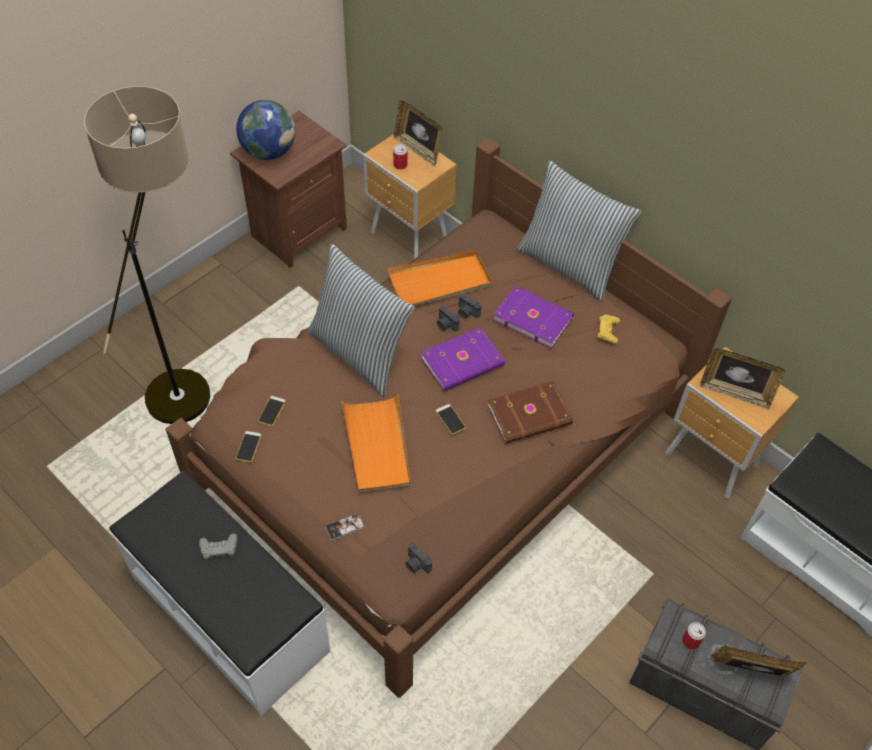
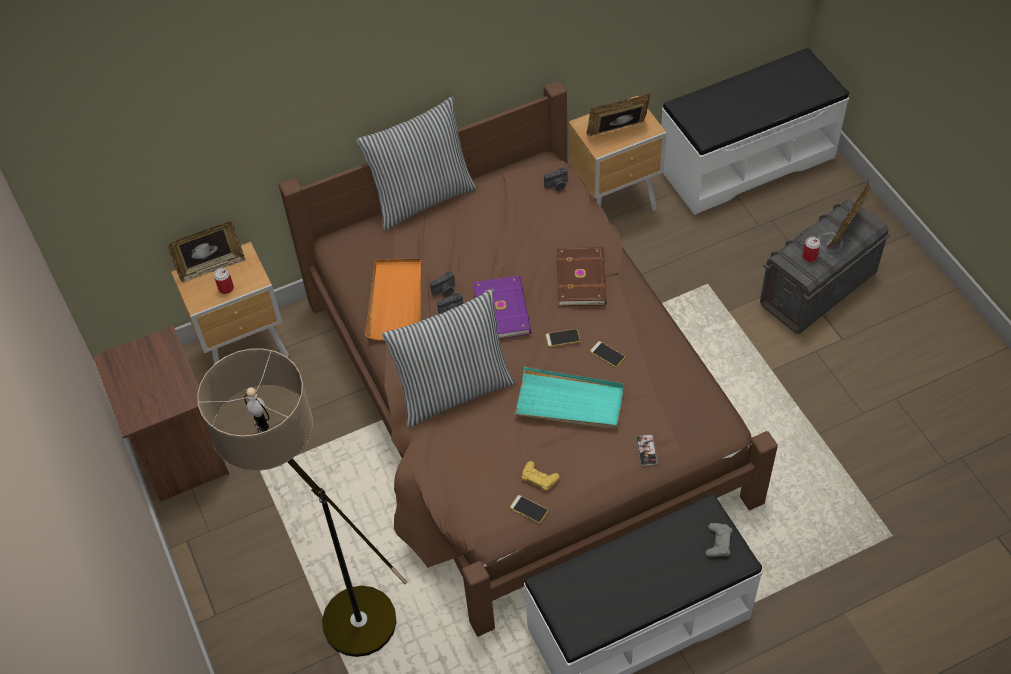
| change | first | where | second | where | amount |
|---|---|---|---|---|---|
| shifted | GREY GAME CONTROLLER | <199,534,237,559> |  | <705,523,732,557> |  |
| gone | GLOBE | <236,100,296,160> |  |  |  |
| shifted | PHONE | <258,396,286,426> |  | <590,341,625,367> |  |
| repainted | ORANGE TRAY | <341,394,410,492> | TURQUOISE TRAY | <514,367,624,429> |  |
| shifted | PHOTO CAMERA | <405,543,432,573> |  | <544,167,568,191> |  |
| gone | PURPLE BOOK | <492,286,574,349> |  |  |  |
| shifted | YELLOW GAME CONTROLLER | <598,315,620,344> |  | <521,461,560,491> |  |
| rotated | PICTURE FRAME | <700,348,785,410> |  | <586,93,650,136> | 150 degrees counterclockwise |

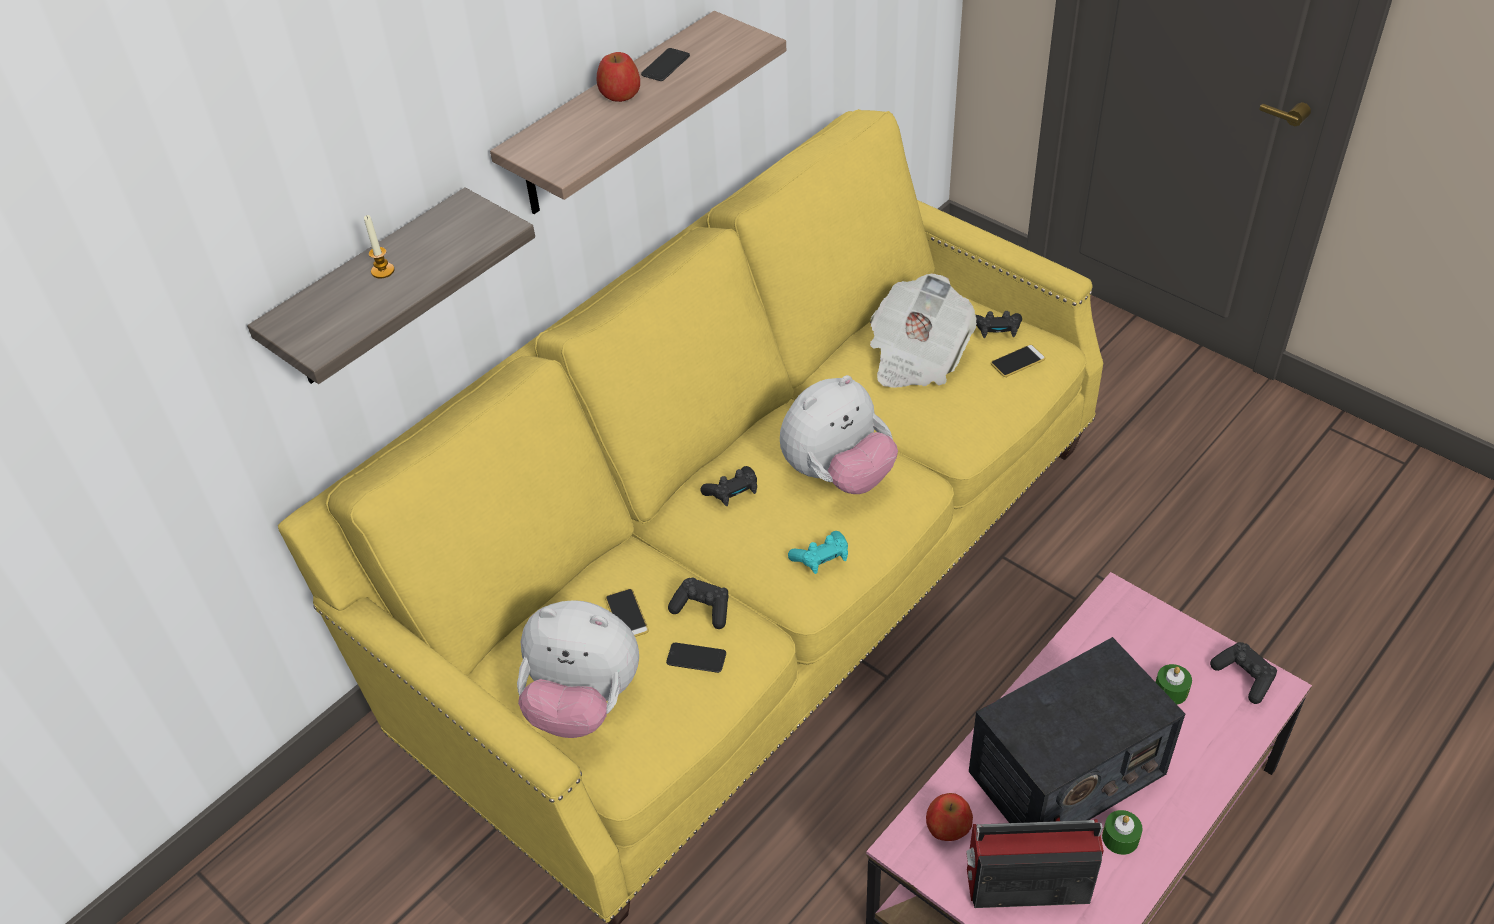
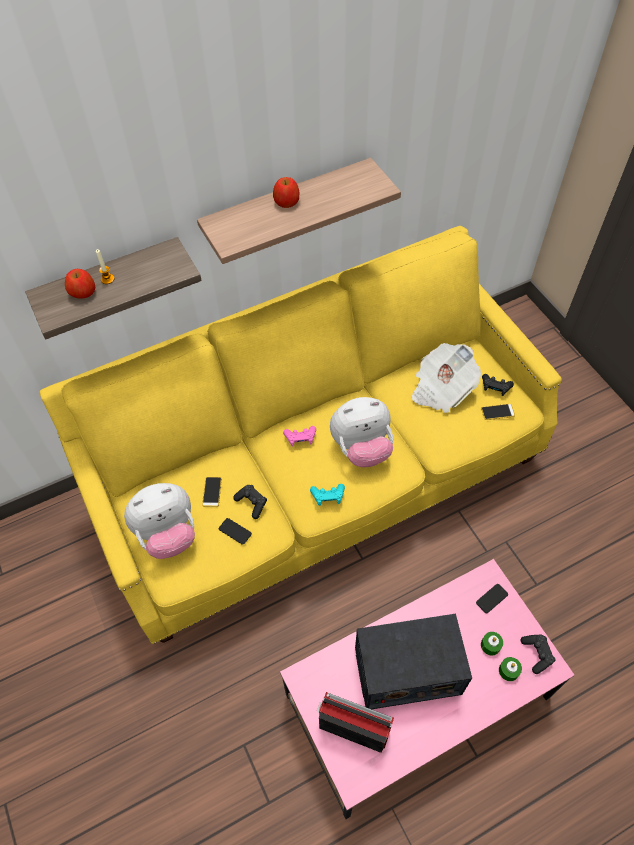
| change | first | where | second | where | amount |
|---|---|---|---|---|---|
| rotated | PLUSH TOY | <517,600,639,738> |  | <124,483,195,559> | 60 degrees counterclockwise |
| shifted | PHONE | <641,48,690,81> |  | <476,584,508,613> |  |
| repainted | BLACK GAME CONTROLLER | <700,466,757,506> | PINK GAME CONTROLLER | <283,426,316,447> |  |
| shifted | APPLE | <926,793,973,841> |  | <65,269,95,298> |  |
| shifted | GREEN CANDLE | <1102,810,1143,855> |  | <499,657,522,681> |  |

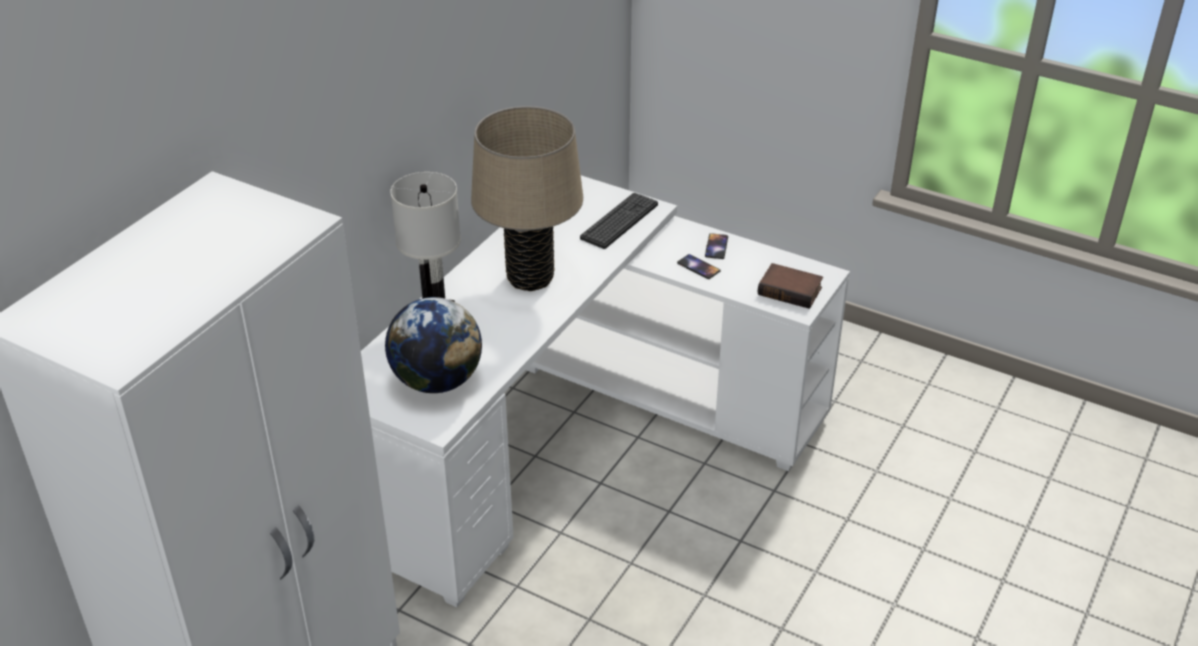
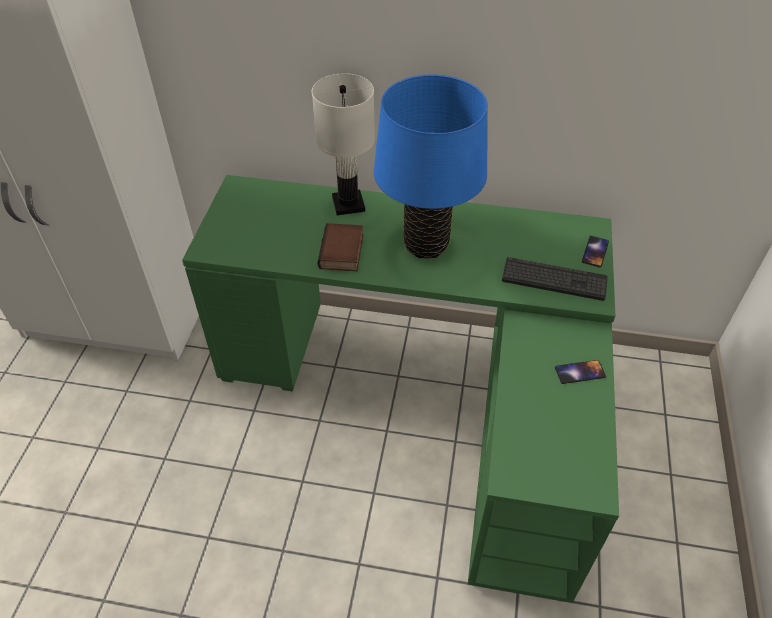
| change | first | where | second | where | amount |
|---|---|---|---|---|---|
| repainted | WHITE DESK | <361,176,850,608> | GREEN DESK | <182,175,619,603> |  |
| gone | GLOBE | <385,297,482,393> |  |  |  |
| repainted | BEIGE TABLE LAMP | <471,106,583,291> | BLUE TABLE LAMP | <374,74,488,259> |  |
| shifted | PHONE | <677,254,721,279> |  | <582,236,609,267> |  |
| shifted | BOOK | <758,263,823,309> |  | <317,223,363,272> |  |

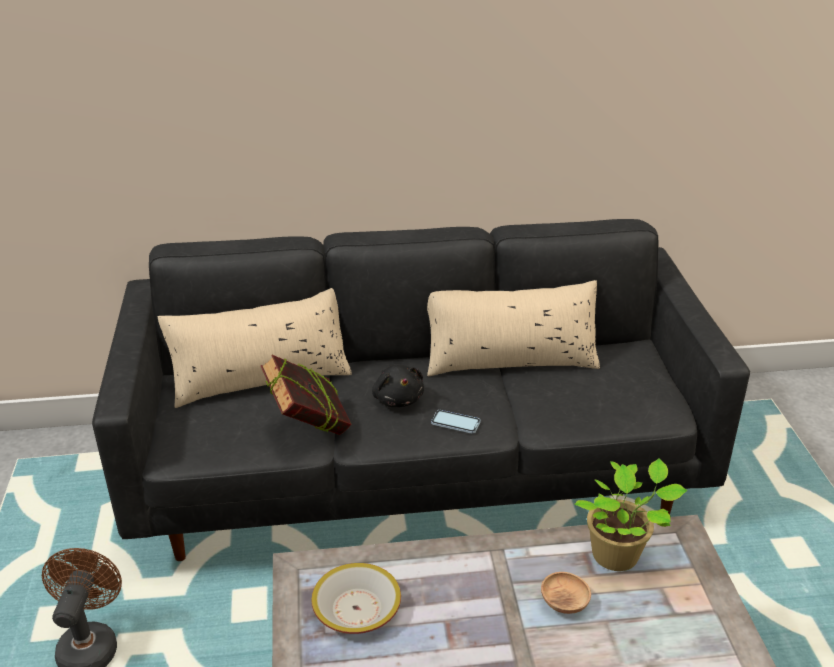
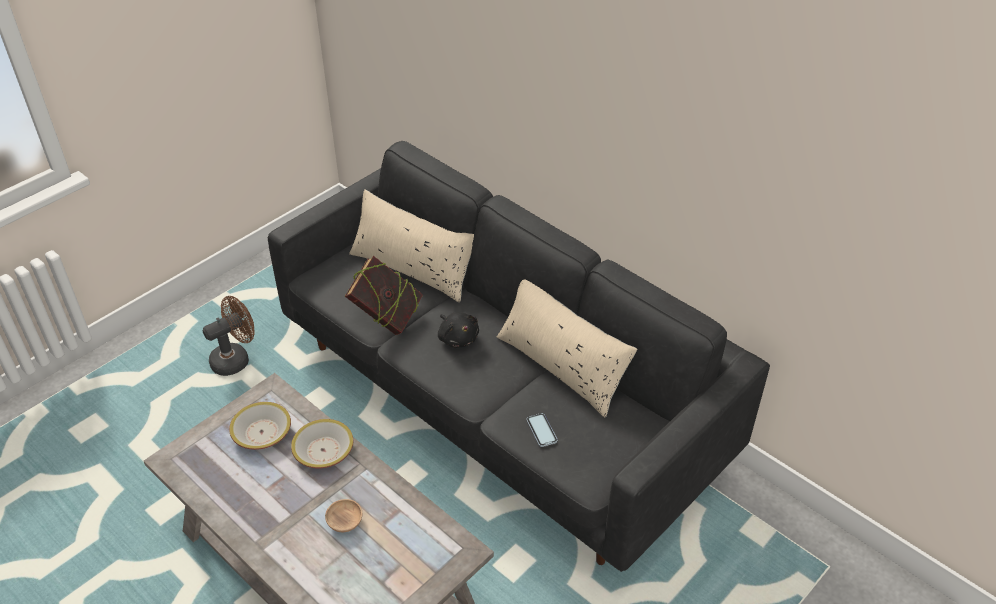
| change | first | where | second | where | amount |
|---|---|---|---|---|---|
| rotated | BLACK PLUSH TOY | <372,364,424,407> |  | <438,312,479,348> | 60 degrees counterclockwise |
| shifted | PHONE | <431,410,481,434> |  | <526,413,558,447> |  |
| gone | POTTED PLANT | <574,458,687,571> |  |  |  |
| new |  |  | BOWL | <291,419,354,468> |  |

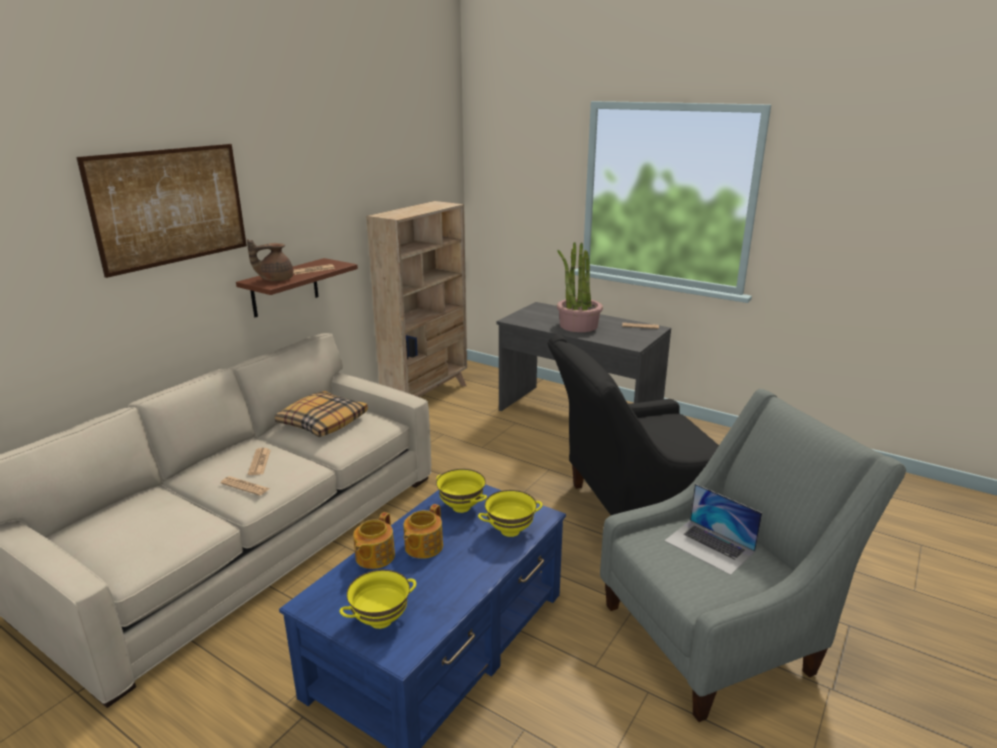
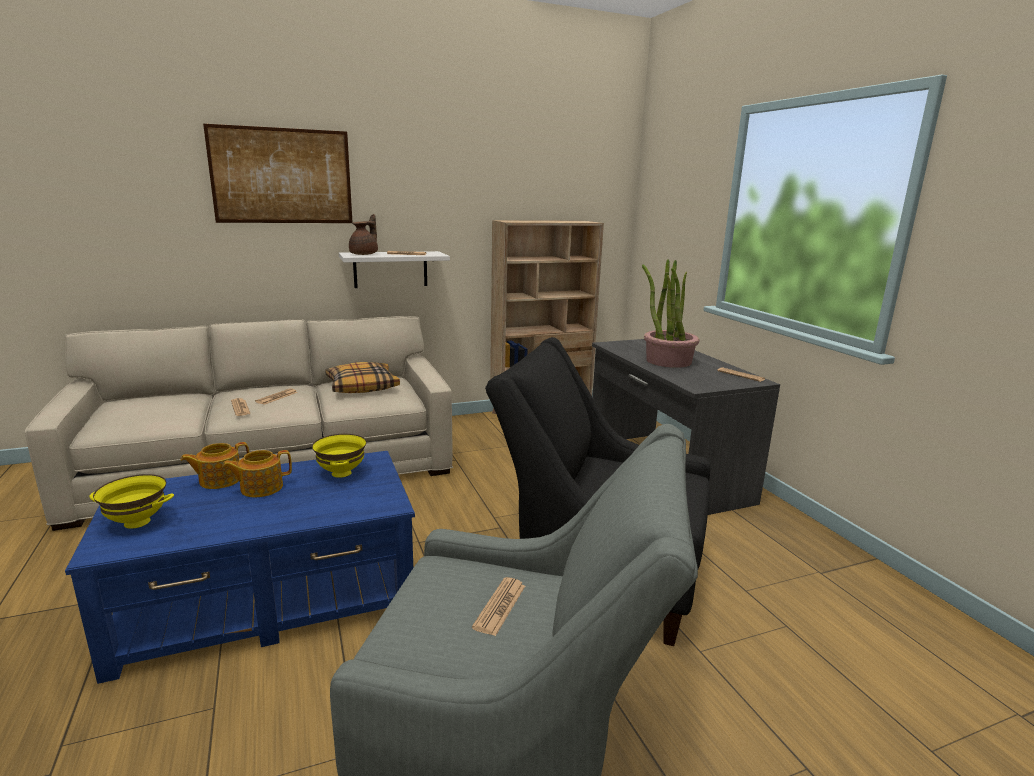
| change | first | where | second | where | amount |
|---|---|---|---|---|---|
| repainted | BROWN SHELF | <236,258,358,317> | WHITE SHELF | <339,251,450,288> |  |
| rotated | BROWN TEAPOT | <247,239,294,281> |  | <349,214,378,255> | 105 degrees clockwise |
| gone | YELLOW BOWL | <478,490,543,537> |  |  |  |
| swapped | LAPTOP | <664,484,762,575> | NEWSPAPER | <472,577,525,636> |  |

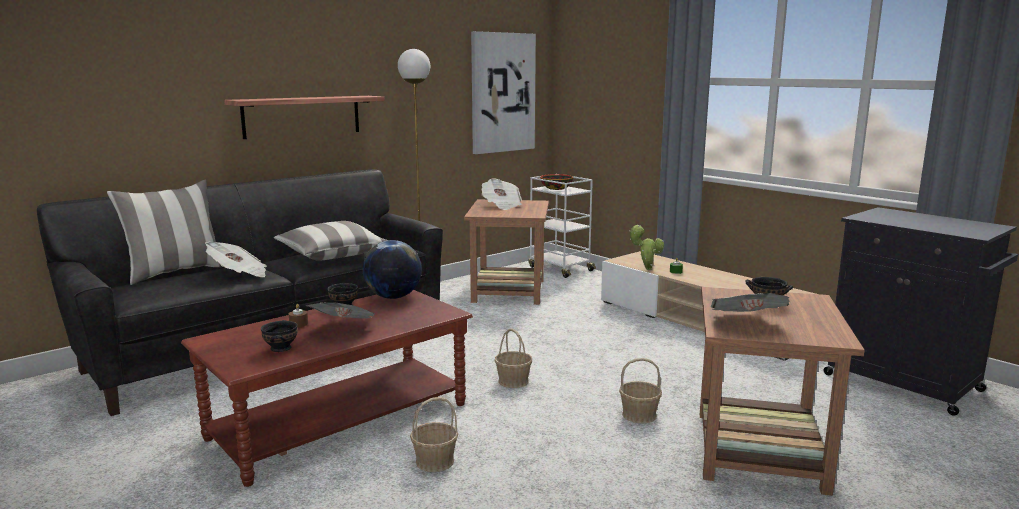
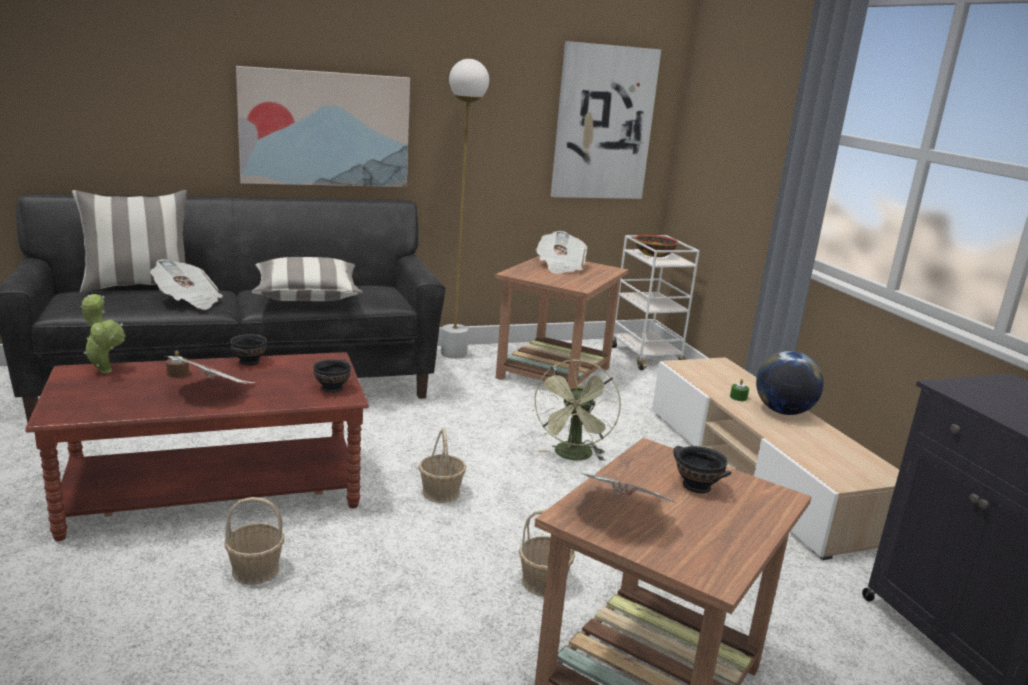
| change | first | where | second | where | amount |
|---|---|---|---|---|---|
| swapped | SHELF | <224,96,385,139> | PICTURE | <236,66,410,187> |  |
| shifted | BLACK BOWL | <261,320,298,352> |  | <313,359,351,393> |  |
| shifted | GLOBE | <363,240,422,299> |  | <756,351,824,415> |  |
| shifted | POTTED PLANT | <629,225,664,270> |  | <81,294,126,373> |  |
| new |  |  | GREEN FAN | <532,360,621,461> |  |

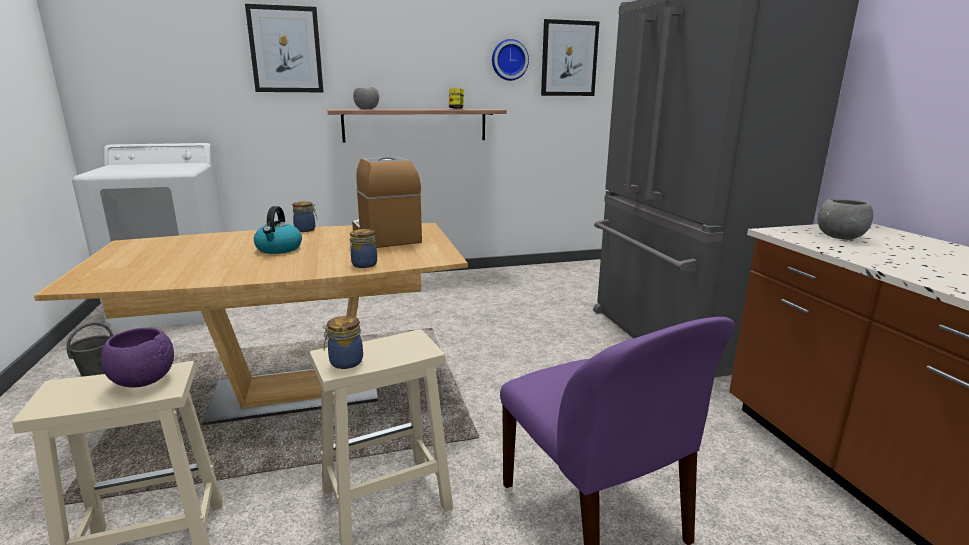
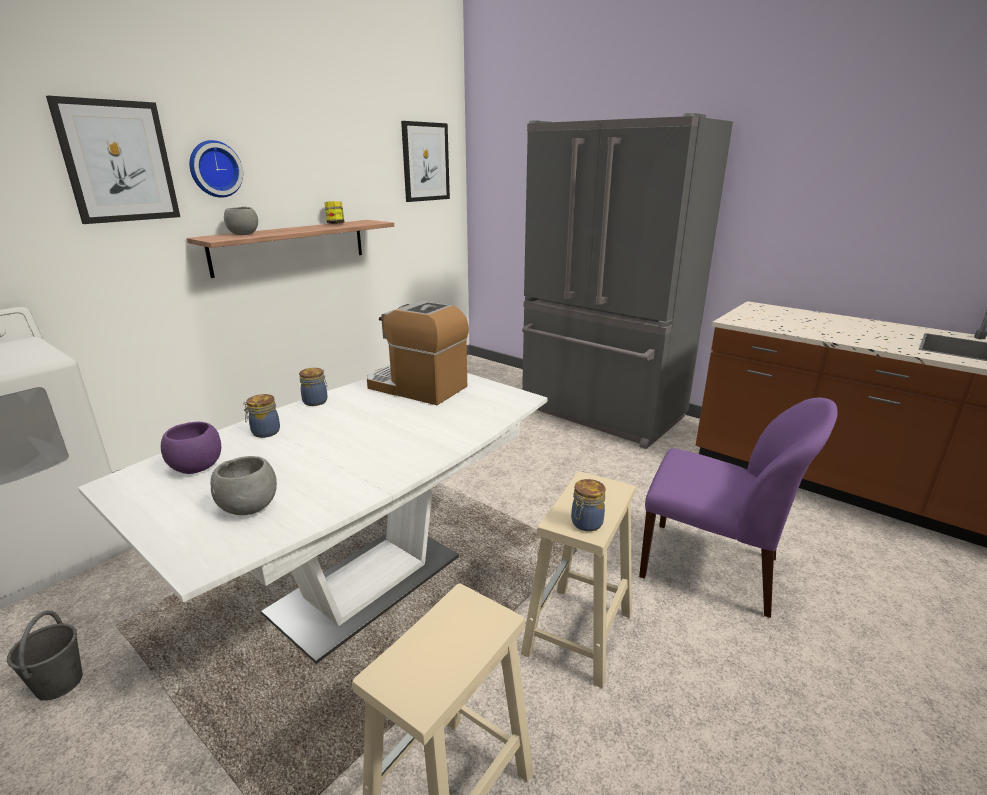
| change | first | where | second | where | amount |
|---|---|---|---|---|---|
| repainted | BROWN DINING TABLE | <34,223,468,425> | WHITE DINING TABLE | <78,373,547,664> |  |
| shifted | PURPLE BOWL | <101,328,174,388> |  | <161,422,221,474> |  |
| gone | KETTLE | <254,206,302,254> |  |  |  |
| shifted | JAR | <349,229,377,268> |  | <243,394,280,438> |  |
| shifted | WALL CLOCK | <492,39,529,81> |  | <189,140,243,198> |  |
| shifted | GREY BOWL | <818,199,873,240> |  | <210,456,277,515> |  |

